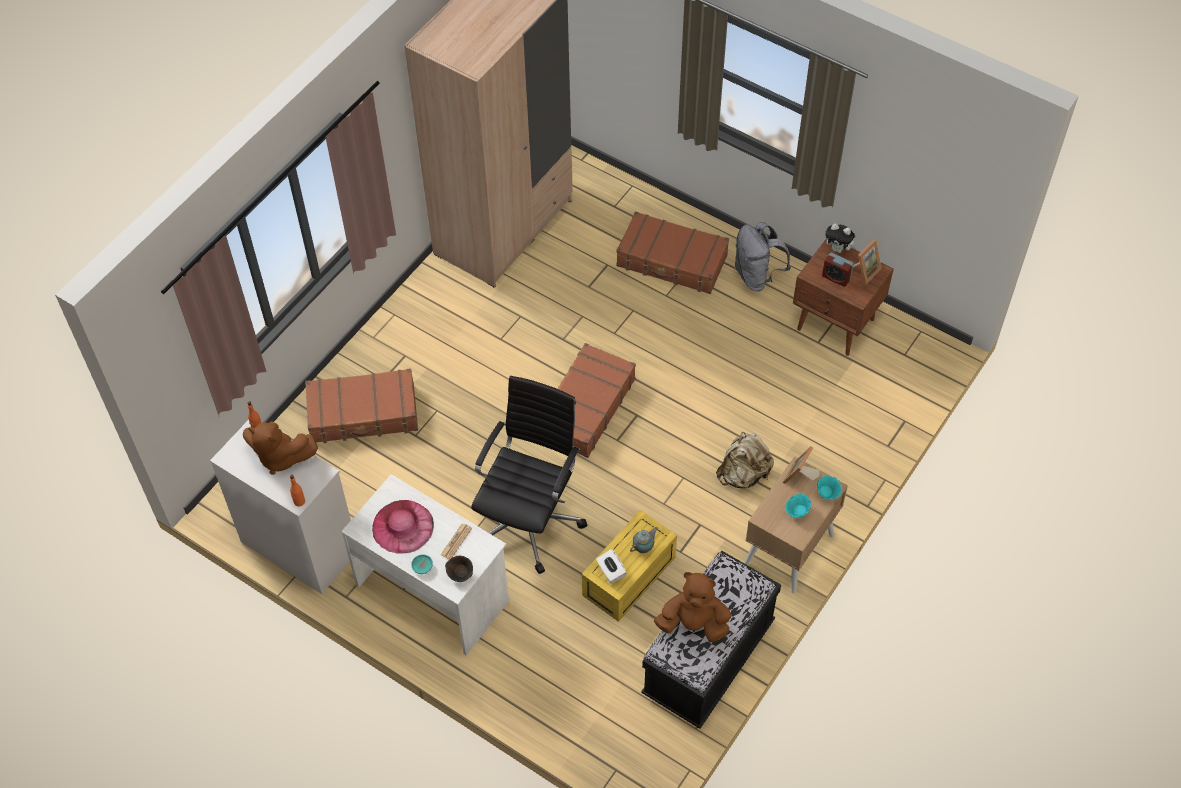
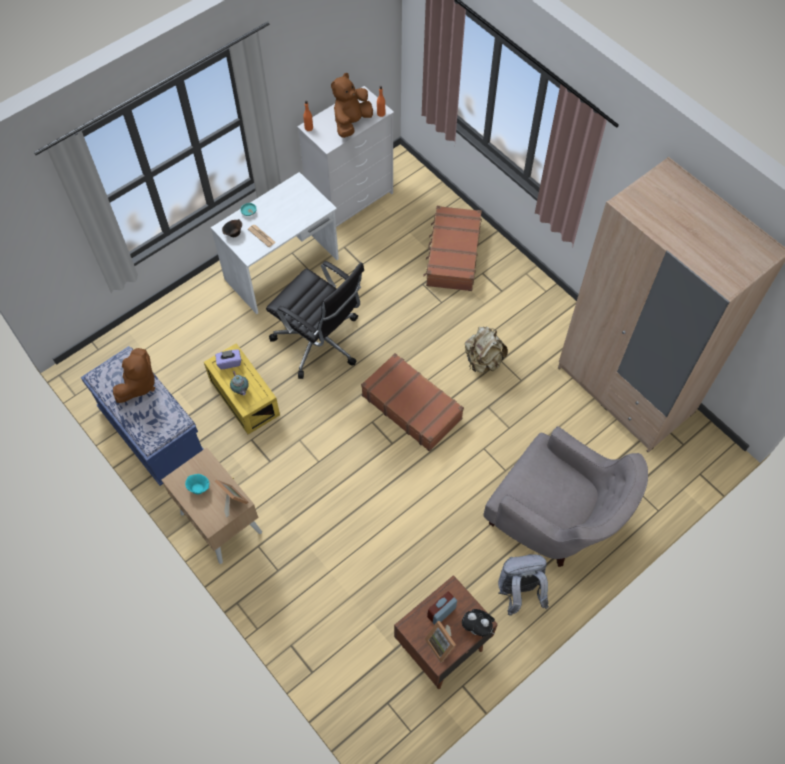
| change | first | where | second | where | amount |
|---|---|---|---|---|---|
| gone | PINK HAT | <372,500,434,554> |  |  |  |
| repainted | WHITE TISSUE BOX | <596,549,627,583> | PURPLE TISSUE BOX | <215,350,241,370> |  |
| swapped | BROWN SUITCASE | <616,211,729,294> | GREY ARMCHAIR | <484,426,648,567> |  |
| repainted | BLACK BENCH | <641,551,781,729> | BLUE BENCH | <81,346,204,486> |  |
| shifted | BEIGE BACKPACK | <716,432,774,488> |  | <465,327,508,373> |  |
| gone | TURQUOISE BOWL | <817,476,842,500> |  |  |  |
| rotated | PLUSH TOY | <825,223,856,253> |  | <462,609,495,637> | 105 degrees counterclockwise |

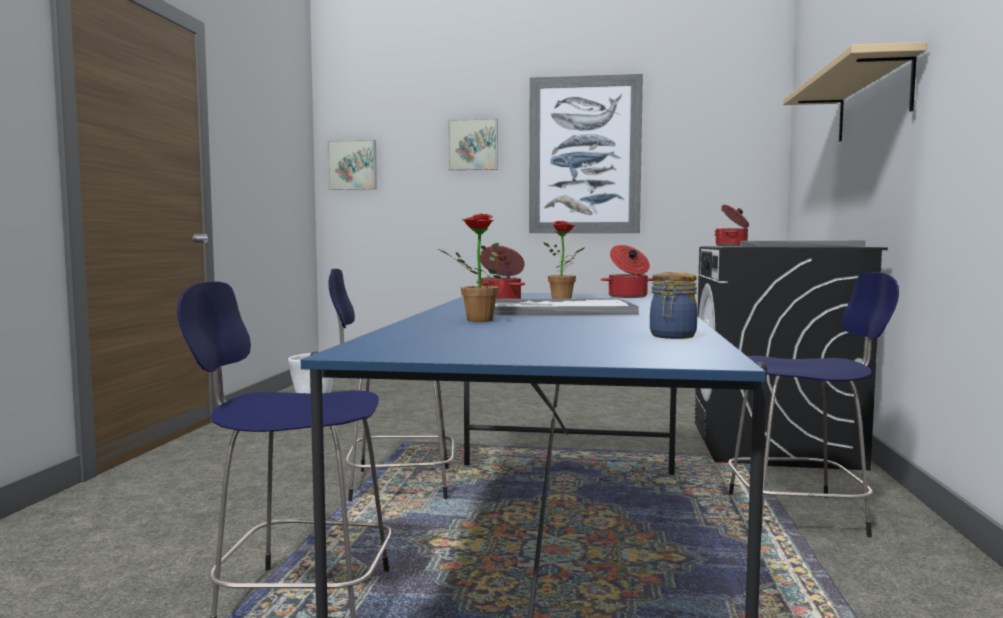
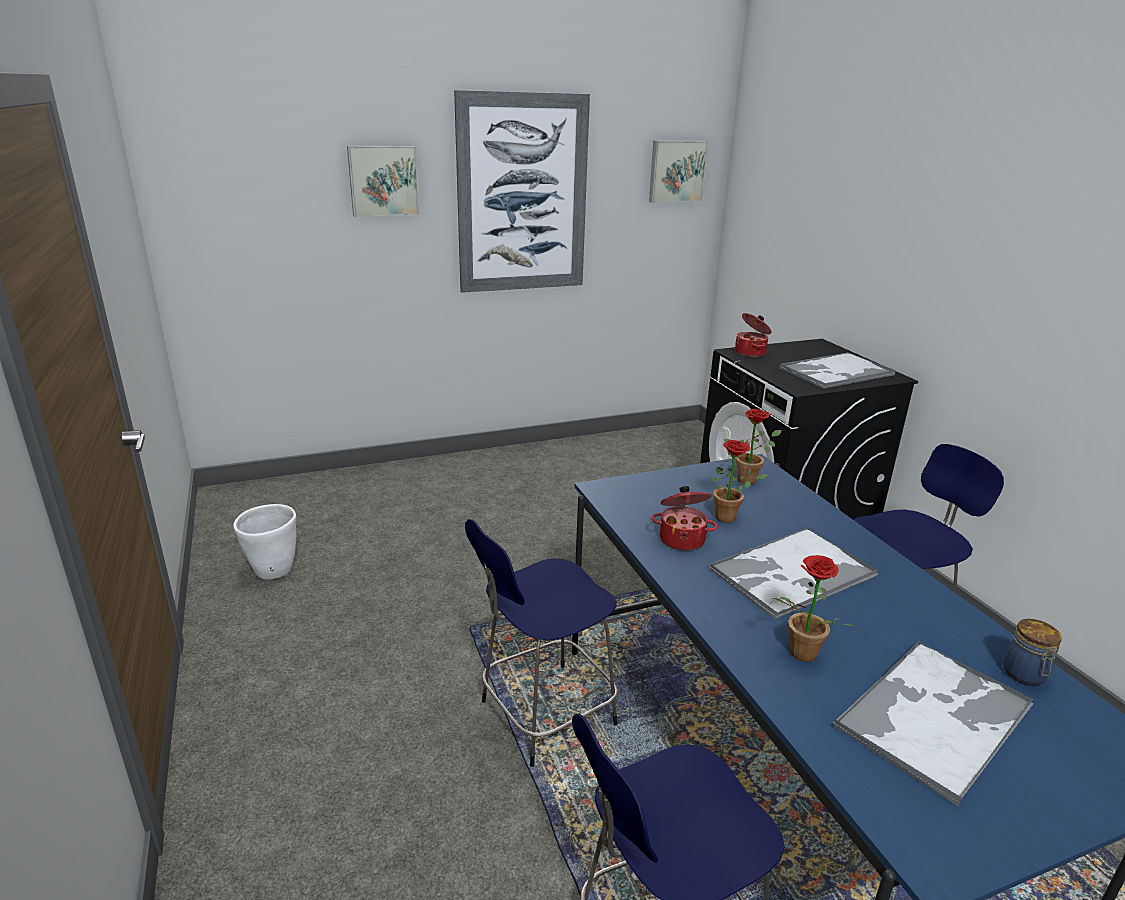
| change | first | where | second | where | amount |
|---|---|---|---|---|---|
| shifted | PICTURE | <327,140,377,190> |  | <649,141,708,203> |  |
| swapped | COOKING POT | <601,245,654,298> | POTTED PLANT | <724,409,781,484> |  |
| gone | BEIGE SHELF | <783,42,927,141> |  |  |  |
| new |  |  | TRAY | <833,640,1033,806> |  |

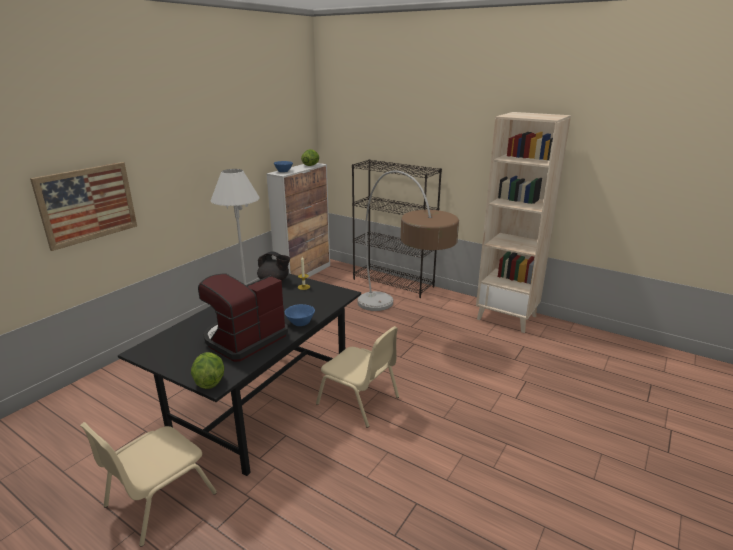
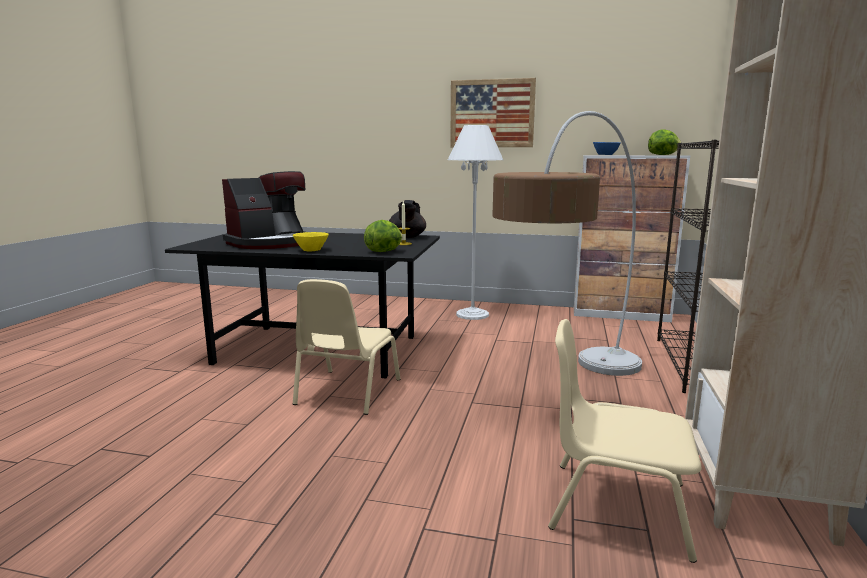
| change | first | where | second | where | amount |
|---|---|---|---|---|---|
| shifted | PICTURE | <30,162,137,251> |  | <450,78,536,147> |  |
| shifted | BEIGE CHAIR | <80,422,217,547> |  | <548,319,701,563> |  |
| shifted | LETTUCE | <191,352,225,389> |  | <364,220,402,252> |  |
| rotated | COFFEE MACHINE | <198,274,288,362> |  | <222,171,305,249> | 120 degrees clockwise |
| repainted | BLUE BOWL | <285,304,315,326> | YELLOW BOWL | <293,232,329,252> |  |

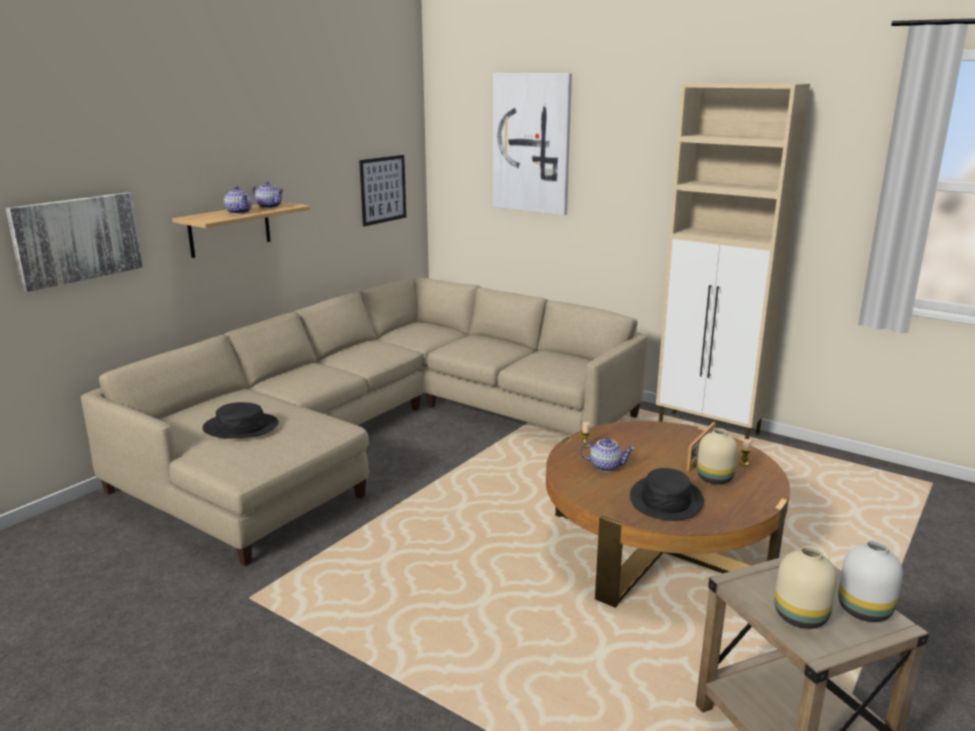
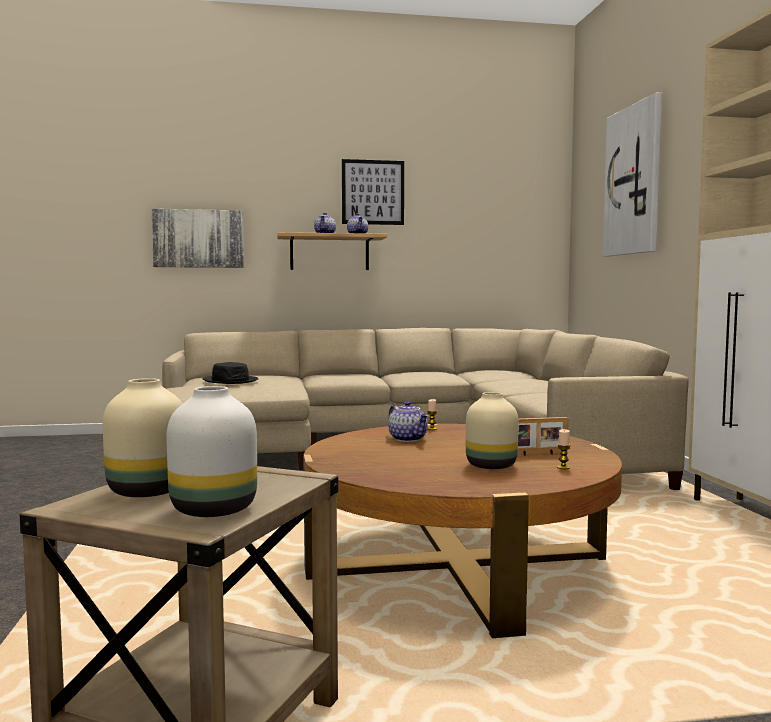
| change | first | where | second | where | amount |
|---|---|---|---|---|---|
| shifted | PICTURE | <359,155,406,226> |  | <342,159,404,225> |  |
| gone | BLACK HAT | <630,468,704,521> |  |  |  |

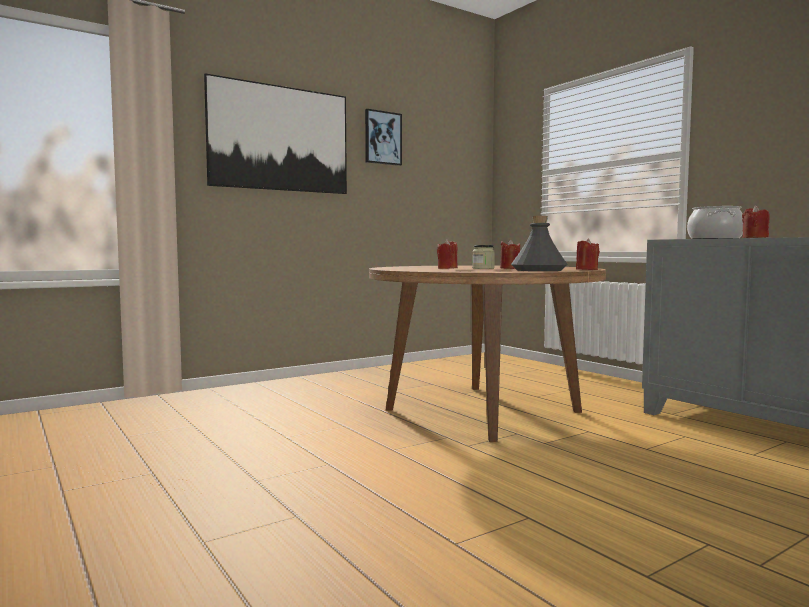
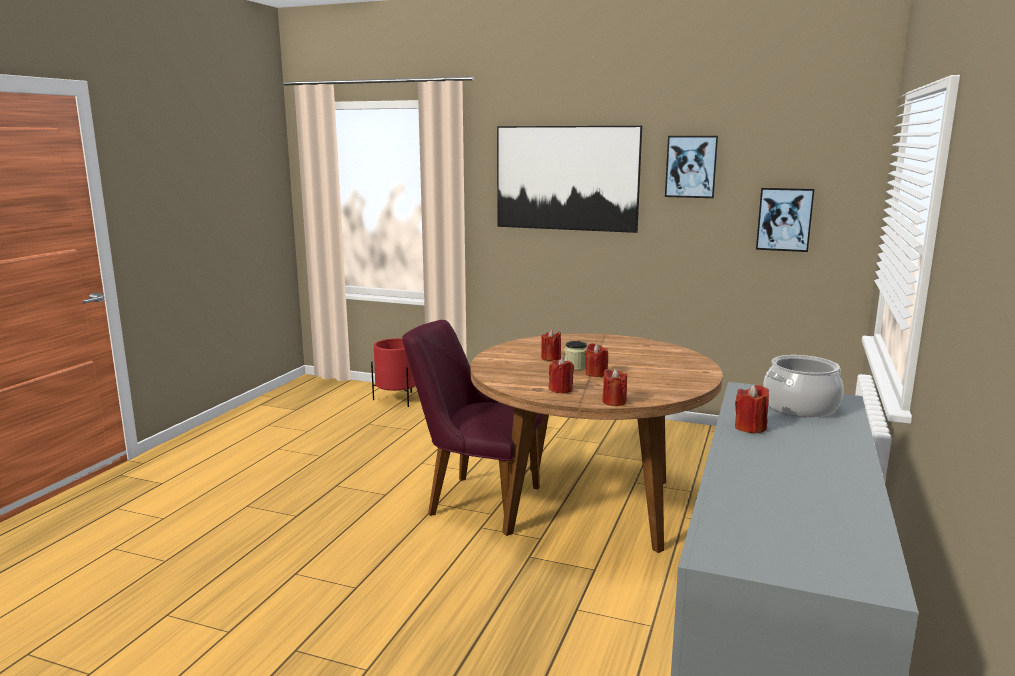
| change | first | where | second | where | amount |
|---|---|---|---|---|---|
| swapped | GREY BOTTLE | <511,216,568,271> | RED CANDLE | <549,358,574,394> |  |
| new |  |  | RED PLANTER | <371,338,416,407> |  |
| new |  |  | PURPLE CHAIR | <402,320,543,516> |  |
| new |  |  | PICTURE | <756,188,814,252> |  |

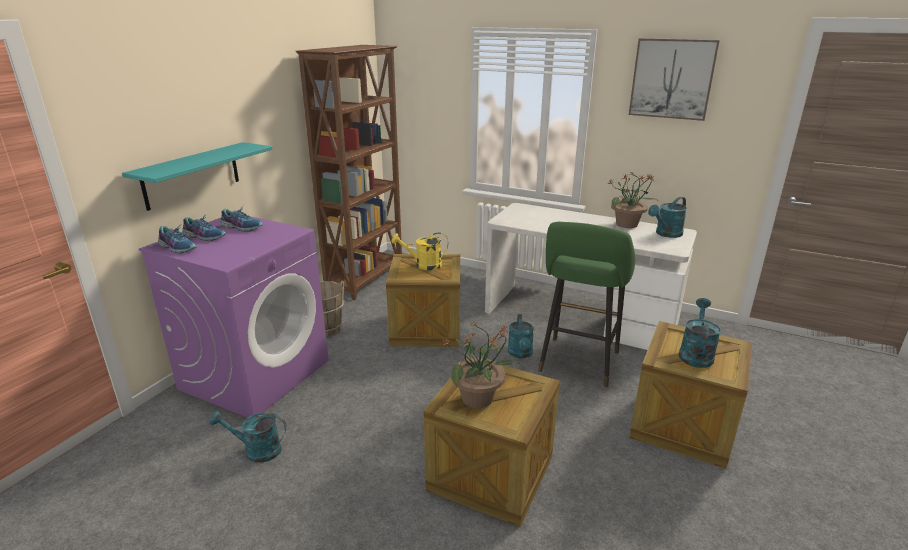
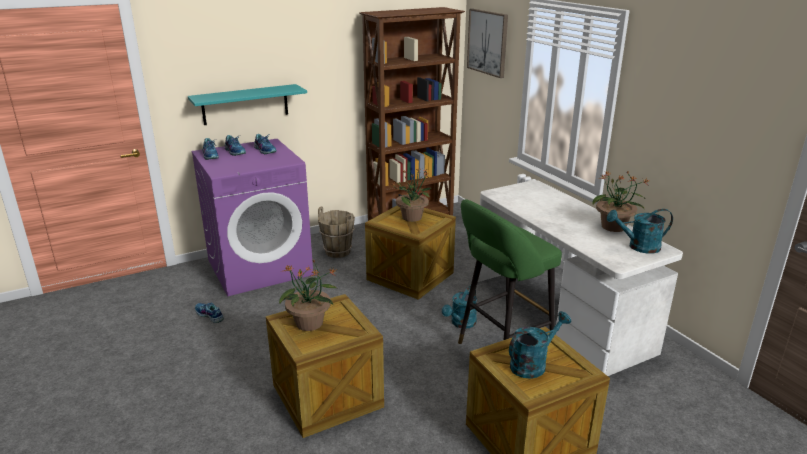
| change | first | where | second | where | amount |
|---|---|---|---|---|---|
| swapped | TURQUOISE WATERING CAN | <209,411,287,463> | SHOE | <195,303,224,323> |  |
| swapped | YELLOW WATERING CAN | <391,232,448,270> | POTTED PLANT | <393,168,433,222> |  |
| shifted | PICTURE | <629,38,720,121> |  | <467,9,508,78> |  |

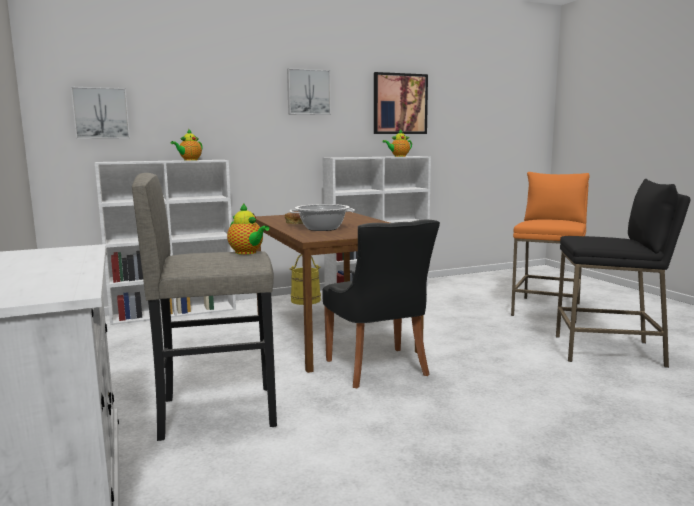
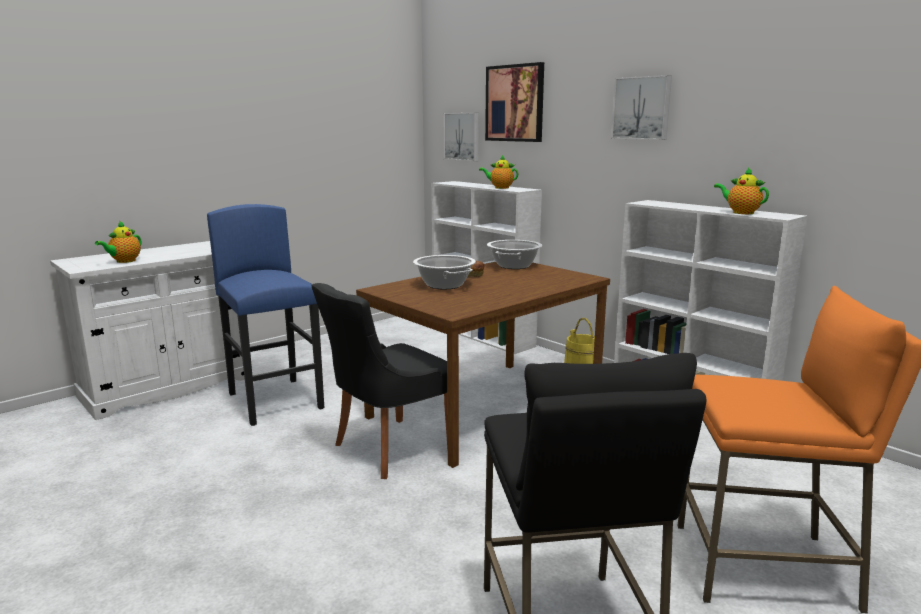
| change | first | where | second | where | amount |
|---|---|---|---|---|---|
| repainted | GREY STOOL | <132,173,277,441> | BLUE STOOL | <207,204,324,426> |  |
| shifted | TEAPOT | <227,204,269,255> |  | <95,221,141,263> |  |
| shifted | PICTURE | <374,72,428,134> |  | <485,62,544,142> |  |
| new |  |  | COOKING POT | <487,240,542,269> |  |

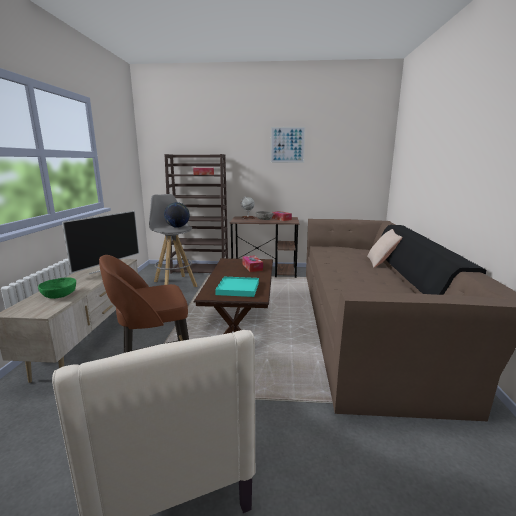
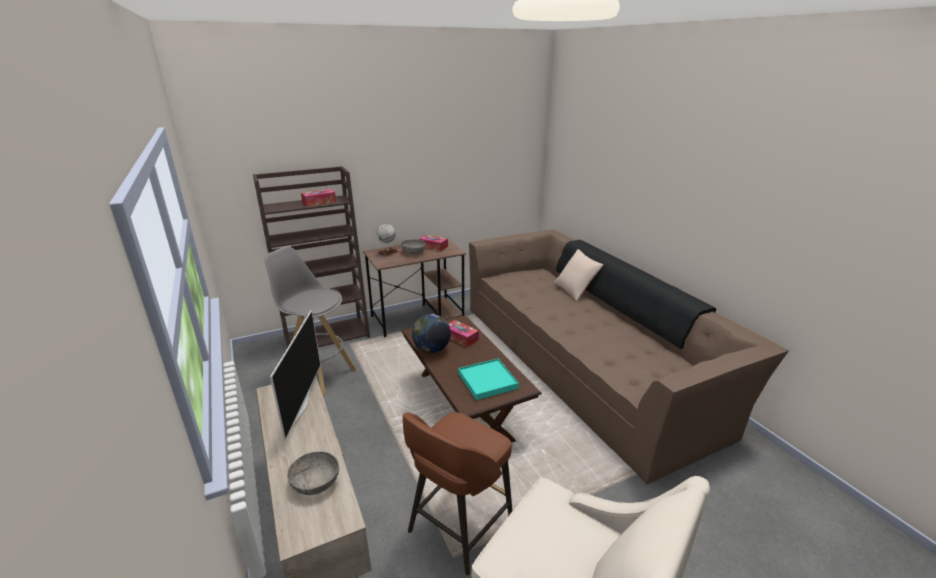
| change | first | where | second | where | amount |
|---|---|---|---|---|---|
| repainted | GREEN BOWL | <38,277,76,299> | GREY BOWL | <287,452,339,495> |  |
| shifted | GLOBE | <164,202,190,228> |  | <412,314,451,353> |  |
| gone | PICTURE | <271,127,305,163> |  |  |  |

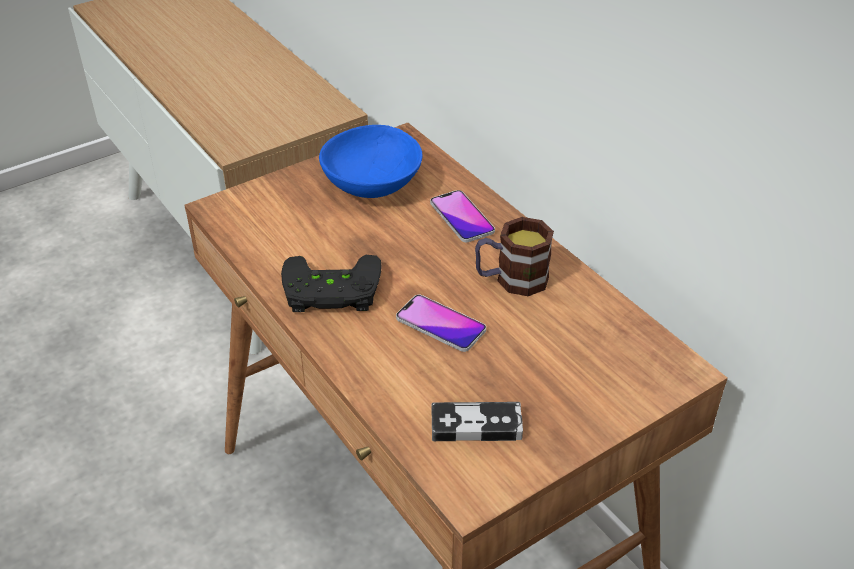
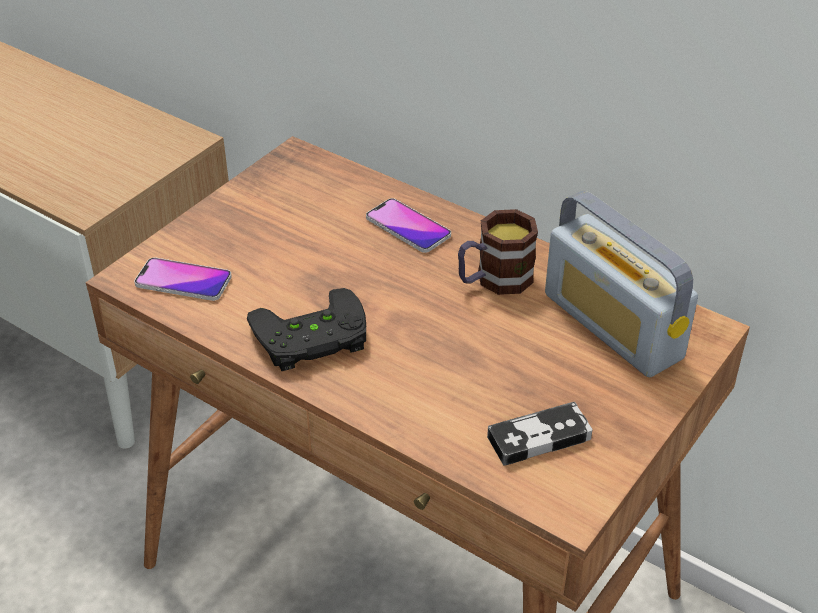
| change | first | where | second | where | amount |
|---|---|---|---|---|---|
| gone | BLUE BOWL | <319,125,422,198> |  |  |  |
| shifted | PHONE | <396,295,486,352> |  | <134,257,232,301> |  |
| new |  |  | RADIO | <545,191,698,377> |  |

